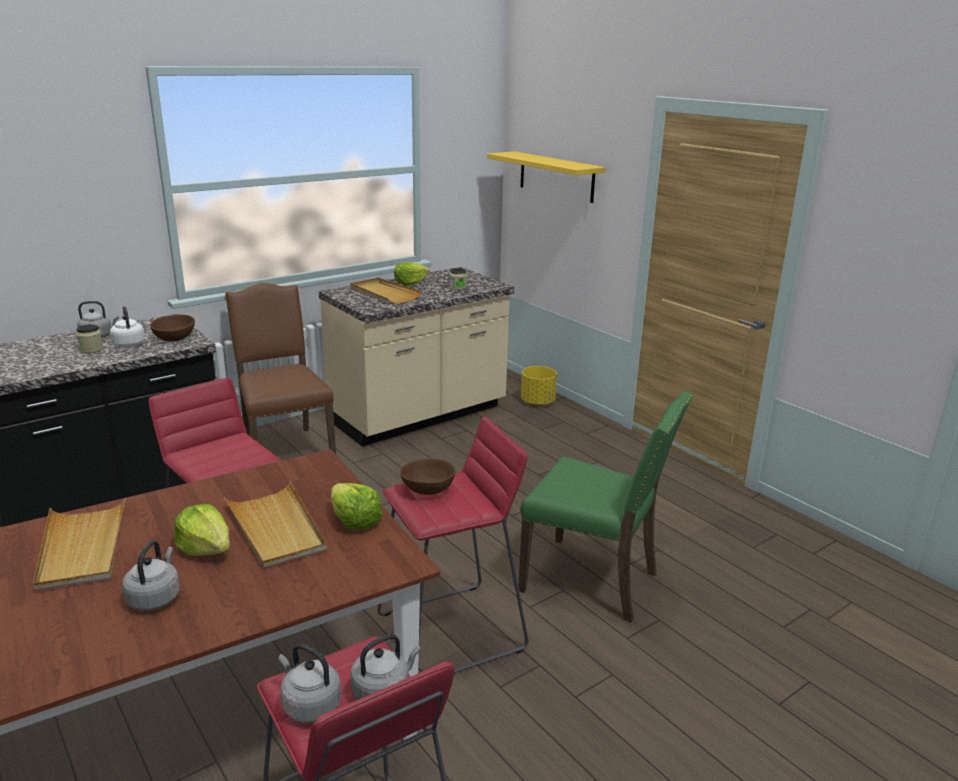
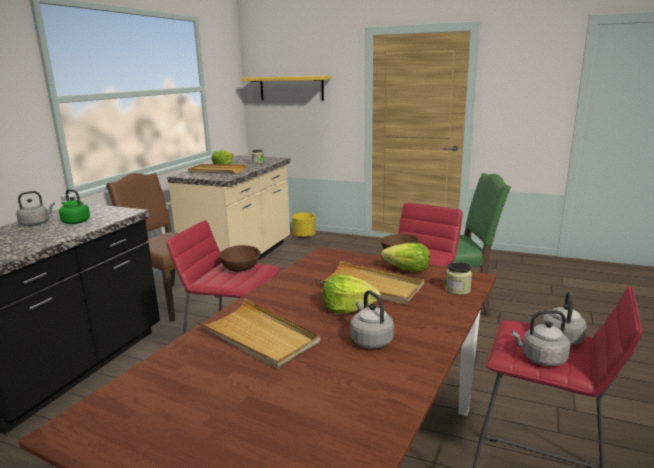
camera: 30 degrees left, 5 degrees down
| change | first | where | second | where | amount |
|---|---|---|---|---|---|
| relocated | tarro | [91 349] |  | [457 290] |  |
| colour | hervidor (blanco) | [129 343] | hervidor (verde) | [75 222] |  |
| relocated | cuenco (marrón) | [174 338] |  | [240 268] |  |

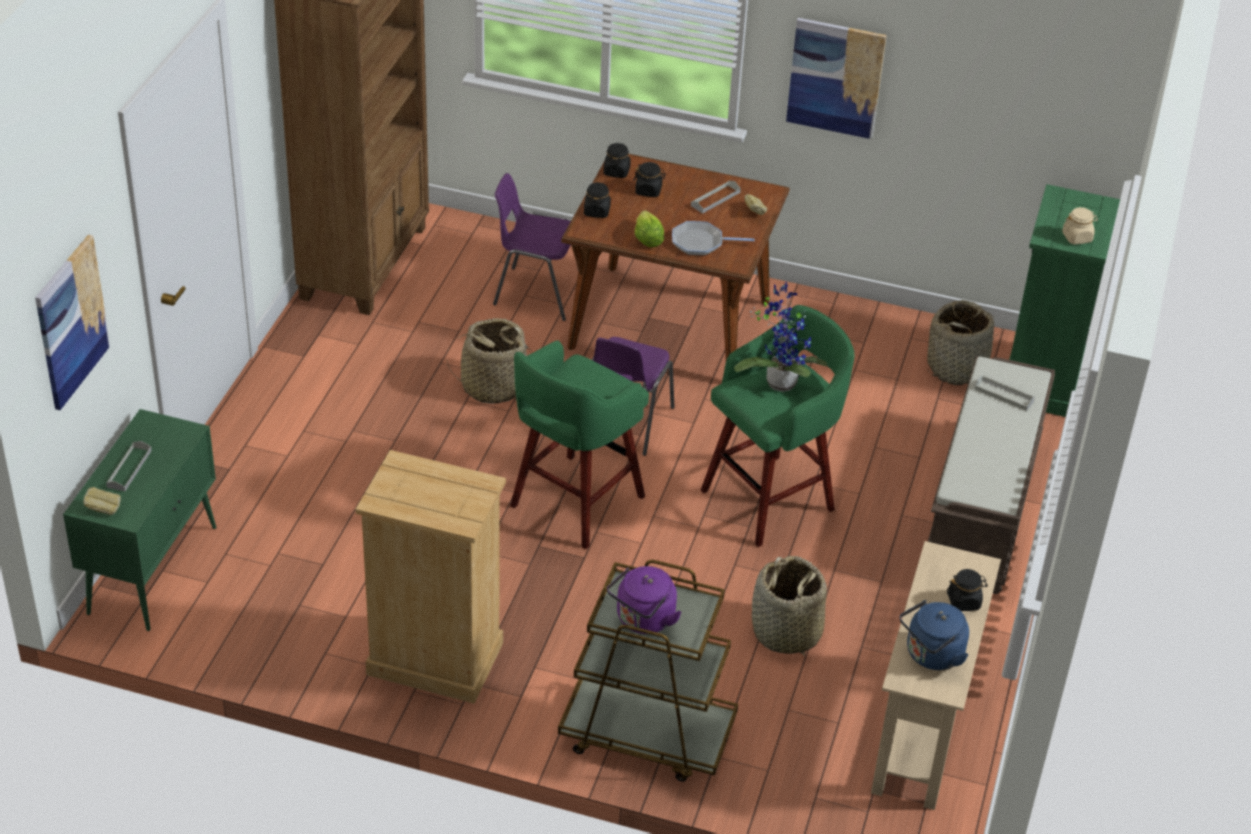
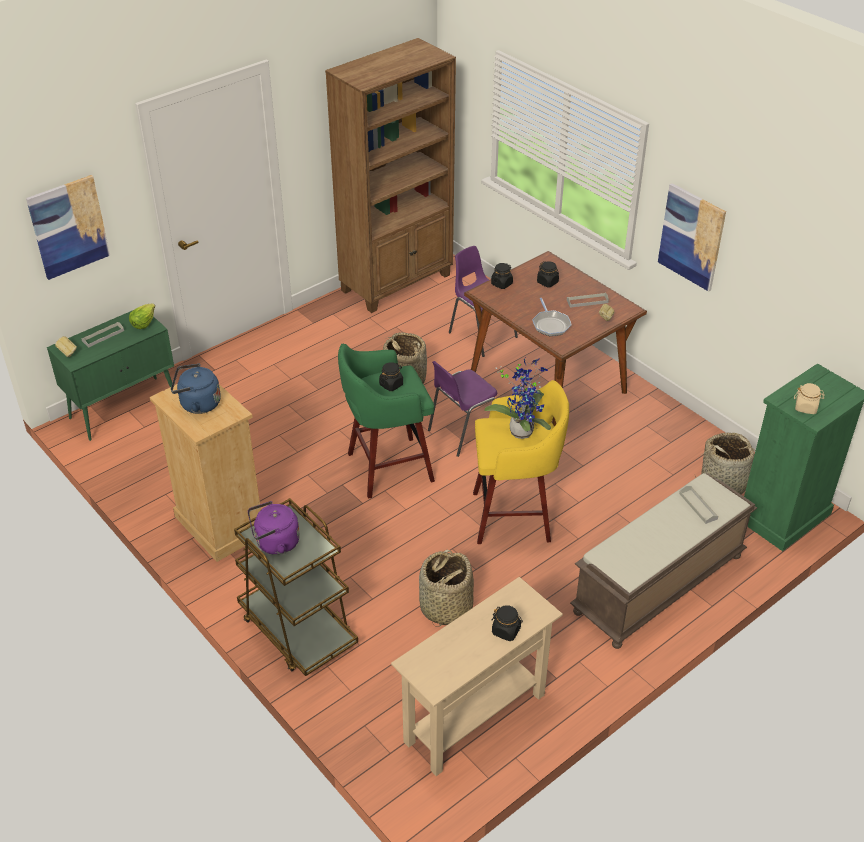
camera: 35 degrees right, 0 degrees up
| change | first | where | second | where | amount |
|---|---|---|---|---|---|
| relocated | tarro (negro) | [616 171] |  | [391 384] |  |
| relocated | lechuga | [647 238] |  | [143 322] |  |
| spun | sartén | [700 243] |  | [550 325] | 135 degrees counterclockwise |
| colour | taburete (verde) | [771 499] | taburete (amarillo) | [514 517] |  |
| relocated | hervidor (azul) | [931 655] |  | [197 404] |  |

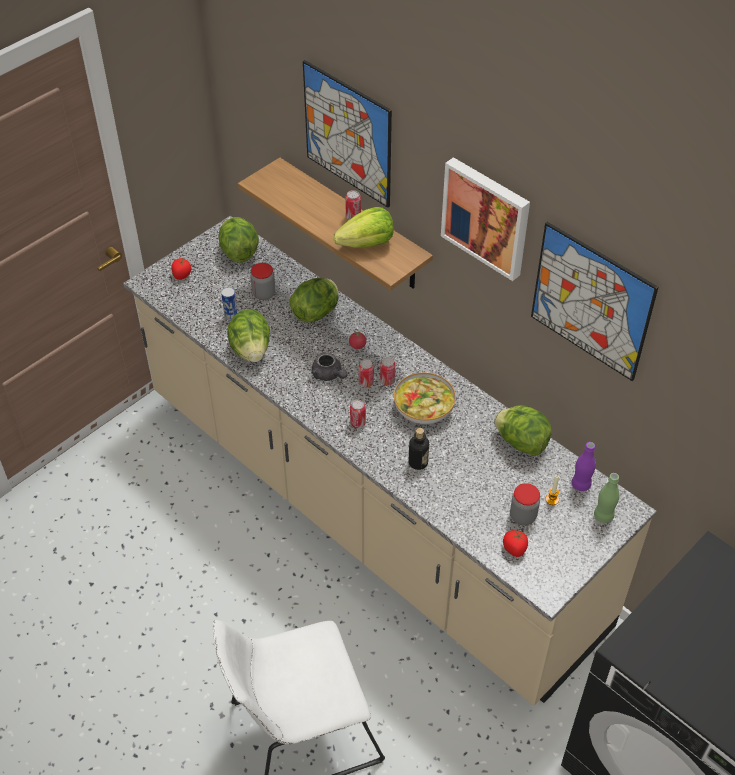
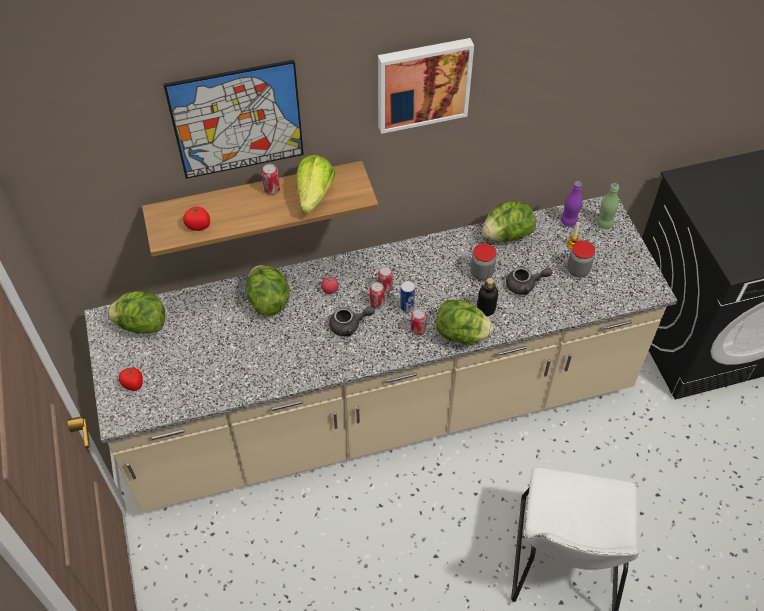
camera: 60 degrees left, 5 degrees up
| change | first | where | second | where | amount |
|---|---|---|---|---|---|
| relocated | lata | [231 316] |  | [407 307] |  |
| relocated | lechuga | [251 350] |  | [461 334] |  |
| relocated | tarro | [264 294] |  | [481 273] |  |
| missing | cuenco | [423 407] |  |  |  |
| relocated | tomate | [514 549] |  | [199 225] |  |
| missing | cuadro | [591 301] |  |  |  |
| appeared |  |  | tetera (gris) | [525 285] |  |

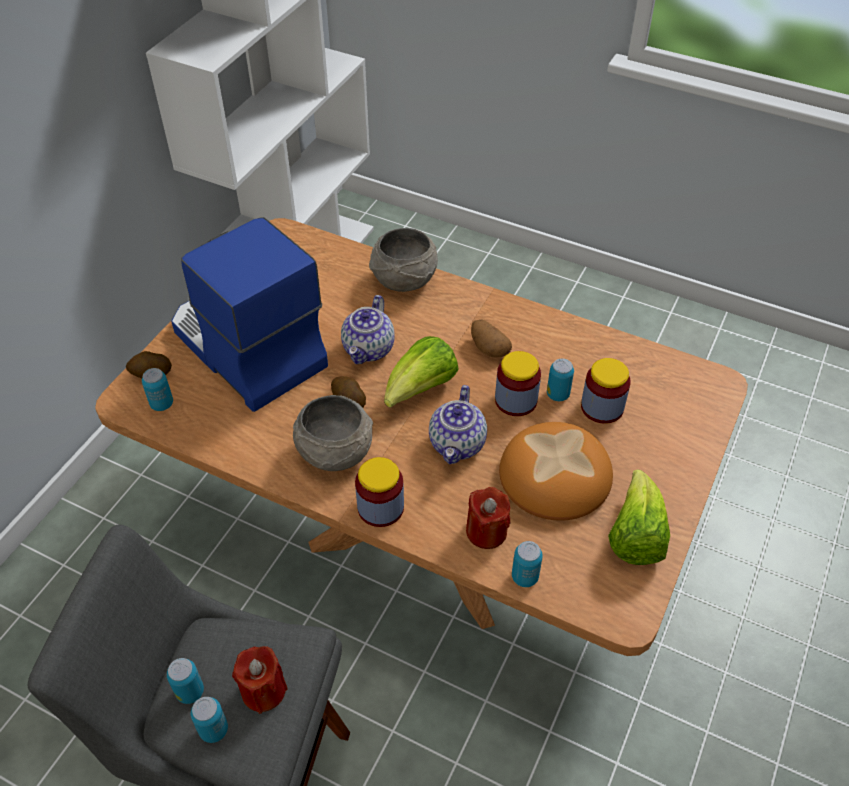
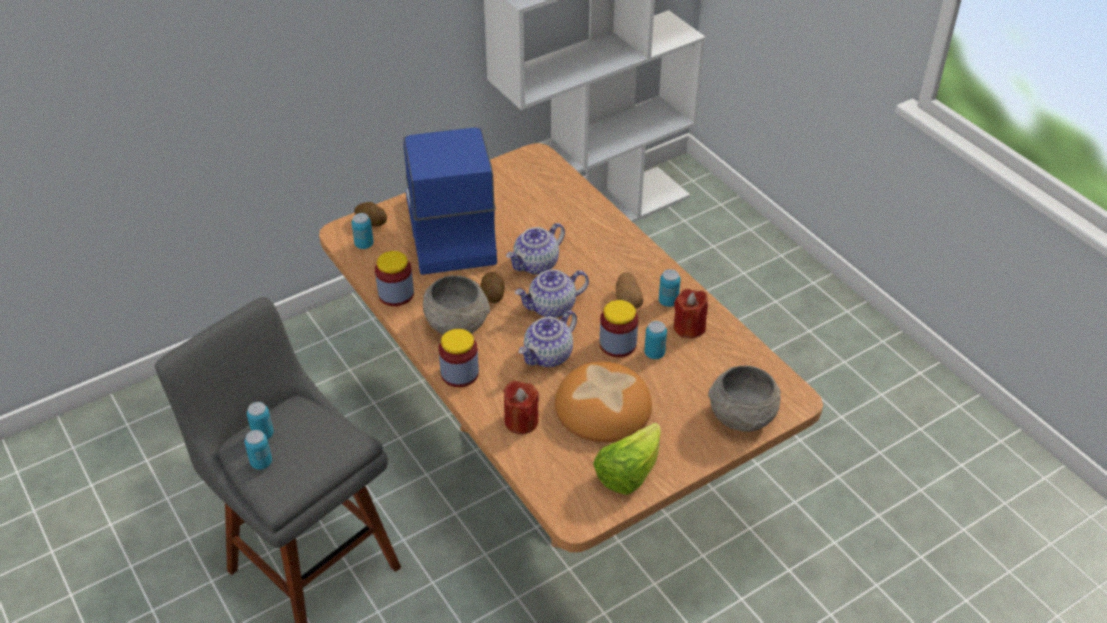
camera: 30 degrees right, 5 degrees down
| change | first | where | second | where | amount |
|---|---|---|---|---|---|
| relocated | vela (rojo) | [263 690] |  | [689 327] |  |
| relocated | cuenco (gris) | [403 280] |  | [741 417] |  |
| exchanged | lechuga | [420 389] | tetera | [552 308] |  |
| relocated | lata | [524 577] |  | [668 301] |  |
| relocated | tarro | [602 407] |  | [396 294] |  |

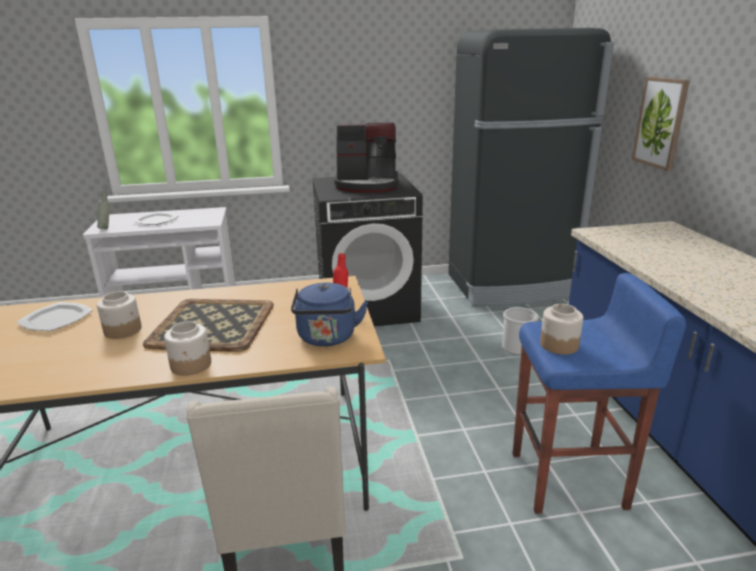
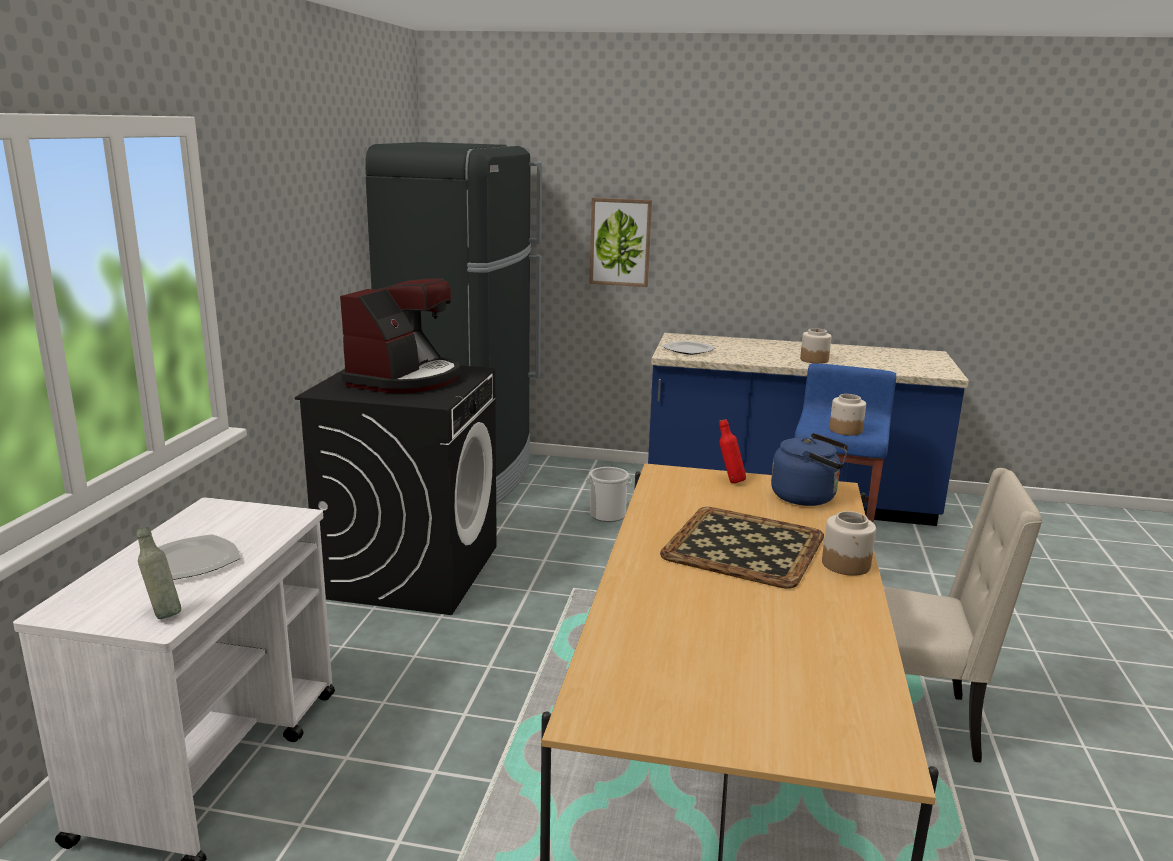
camera: 70 degrees left, 5 degrees down
| change | first | where | second | where | amount |
|---|---|---|---|---|---|
| relocated | plato | [56 319] |  | [689 350] |  |
| relocated | tarro | [123 330] |  | [814 360] |  |

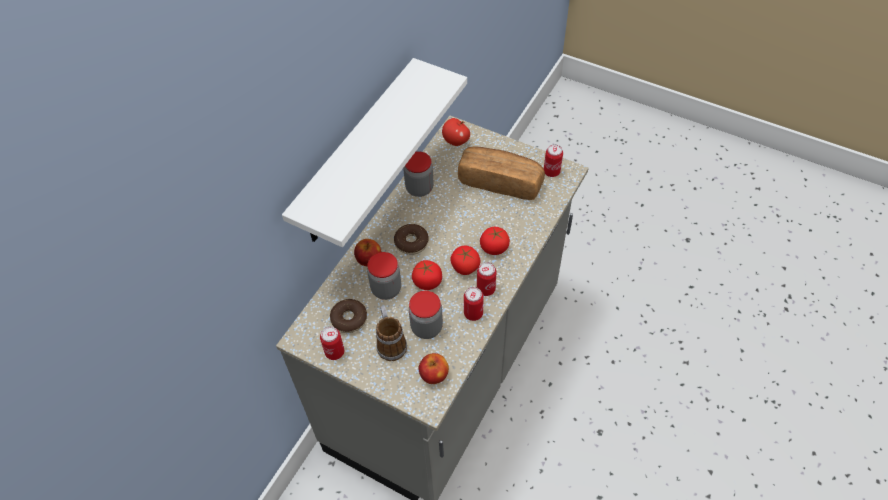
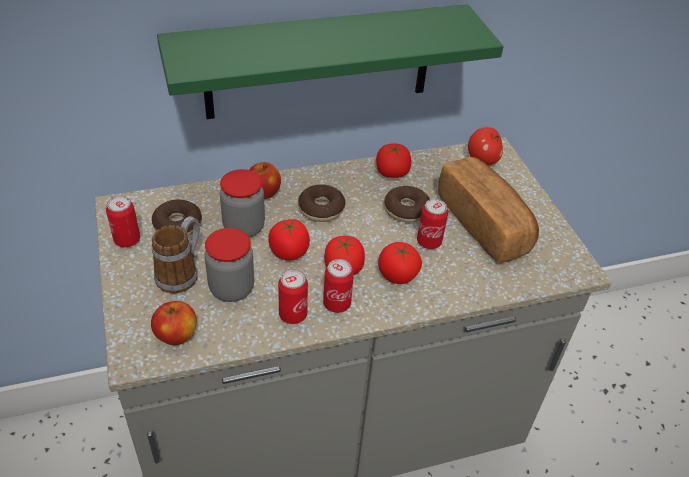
camera: 40 degrees right, 10 degrees down
| change | first | where | second | where | amount |
|---|---|---|---|---|---|
| colour | estante (blanco) | [356 155] | estante (verde) | [319 62] |  |
| exchanged | tarro | [419 188] | tomate | [391 172] |  |
| relocated | lata | [551 171] |  | [429 242] |  |
| appeared |  |  | rosquilla | [406 210] |  |

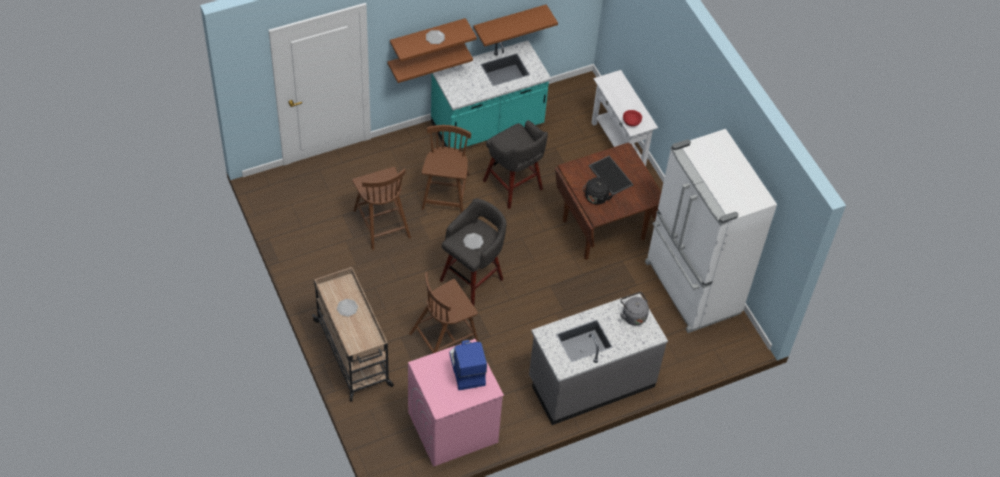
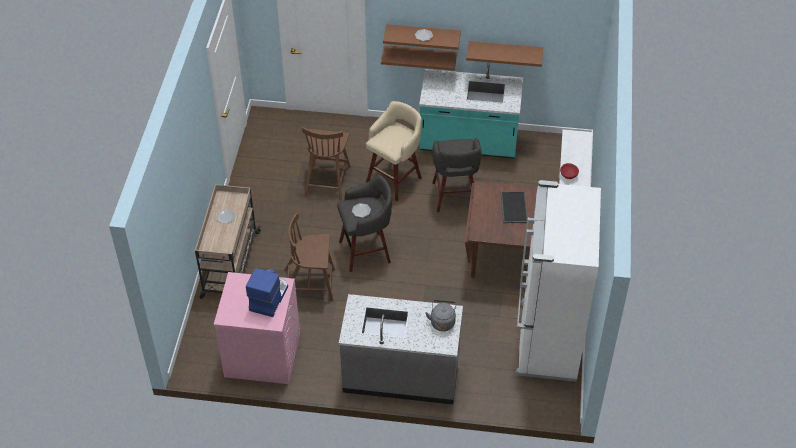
camera: 35 degrees right, 5 degrees down
| change | first | where | second | where | amount |
|---|---|---|---|---|---|
| exchanged | silla (marrón) | [446 193] | taburete (beis) | [395 179] |  |
| missing | hervidor (negro) | [595 198] |  |  |  |

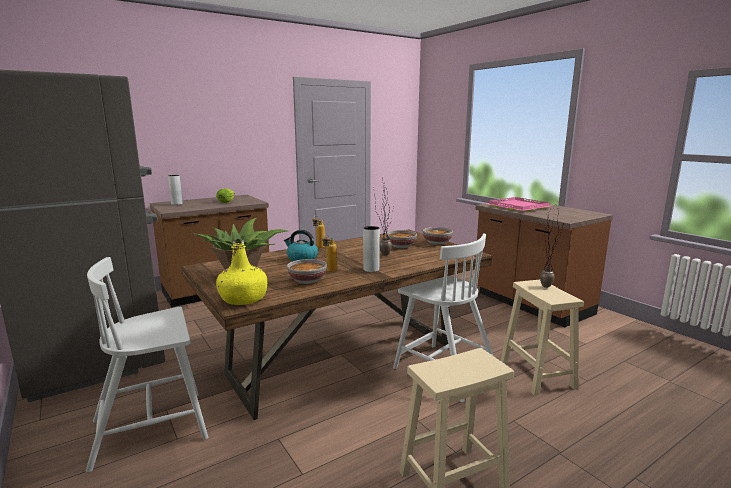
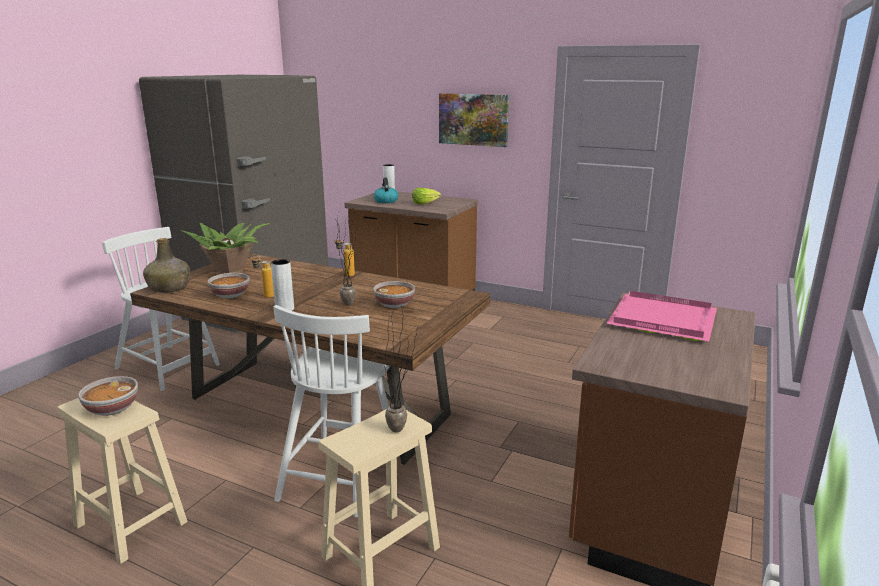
camera: 60 degrees right, 5 degrees up
| change | first | where | second | where | amount |
|---|---|---|---|---|---|
| colour | botella (amarillo) | [243 299] | botella (verde) | [170 288] |  |
| relocated | hervidor | [301 258] |  | [385 201] |  |
| relocated | cuenco | [437 243] |  | [111 409] |  |
| appeared |  |  | cuadro | [473 119] |  |

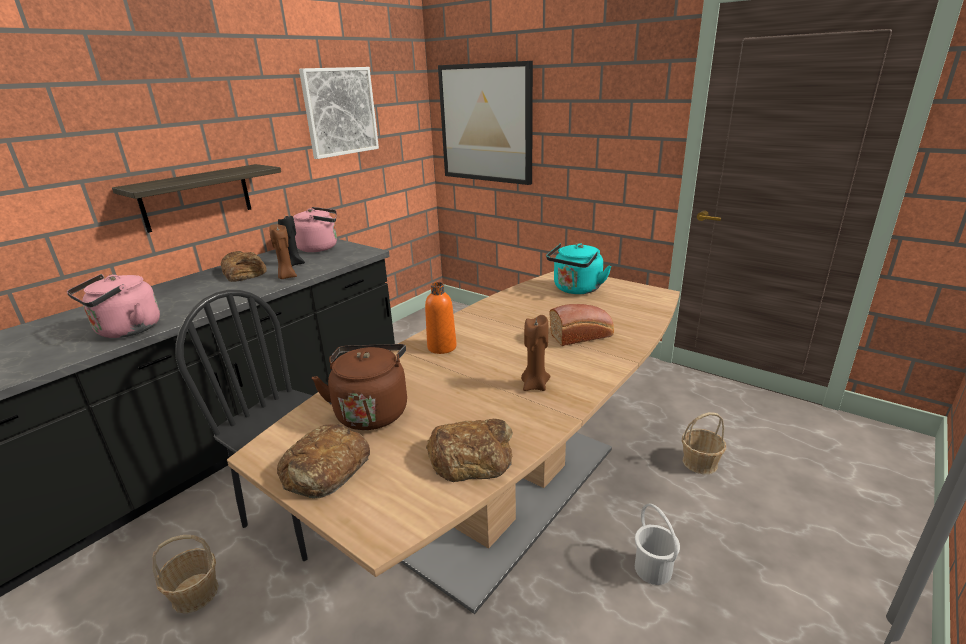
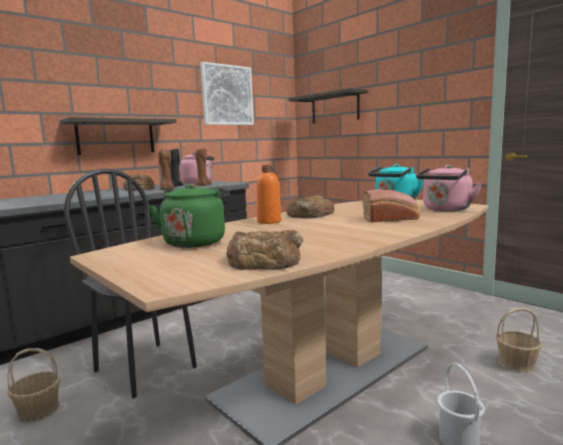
camera: 10 degrees right, 15 degrees down
| change | first | where | second | where | amount |
|---|---|---|---|---|---|
| relocated | hervidor (rosa) | [125 331] |  | [445 209] |  |
| relocated | pan | [325 469] |  | [310 214] |  |
| colour | hervidor (marrón) | [372 411] | hervidor (verde) | [195 242] |  |
| exchanged | cuadro | [486 123] | estante | [335 108] |  |
| relocated | vela (marrón) | [534 385] |  | [202 185] |  |

